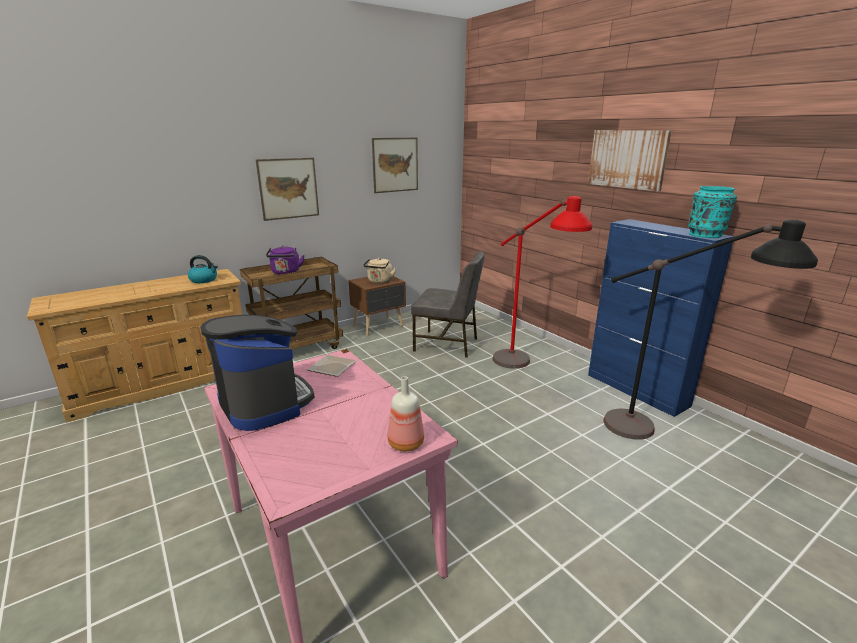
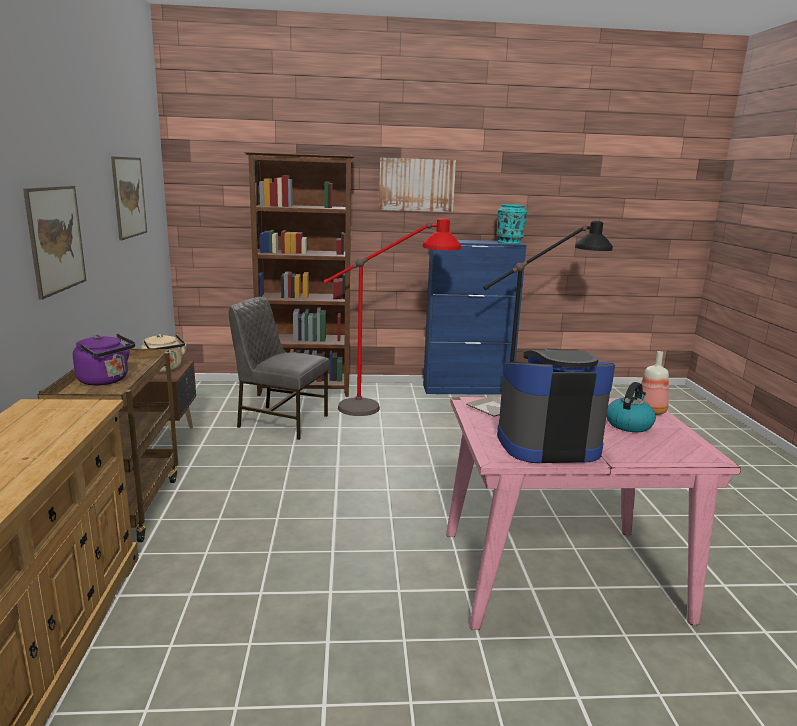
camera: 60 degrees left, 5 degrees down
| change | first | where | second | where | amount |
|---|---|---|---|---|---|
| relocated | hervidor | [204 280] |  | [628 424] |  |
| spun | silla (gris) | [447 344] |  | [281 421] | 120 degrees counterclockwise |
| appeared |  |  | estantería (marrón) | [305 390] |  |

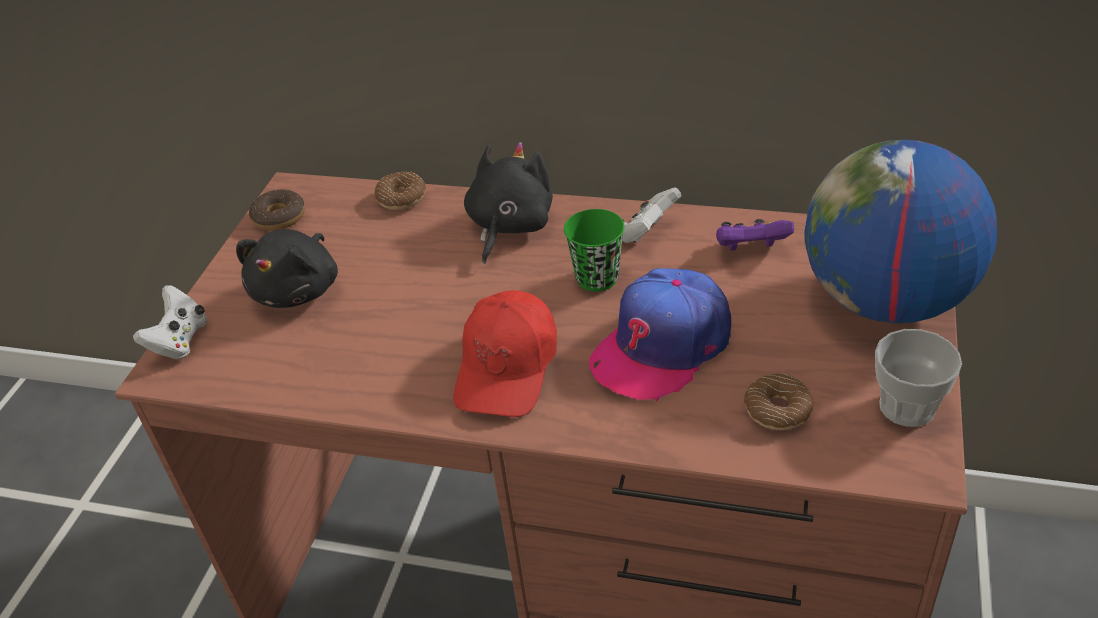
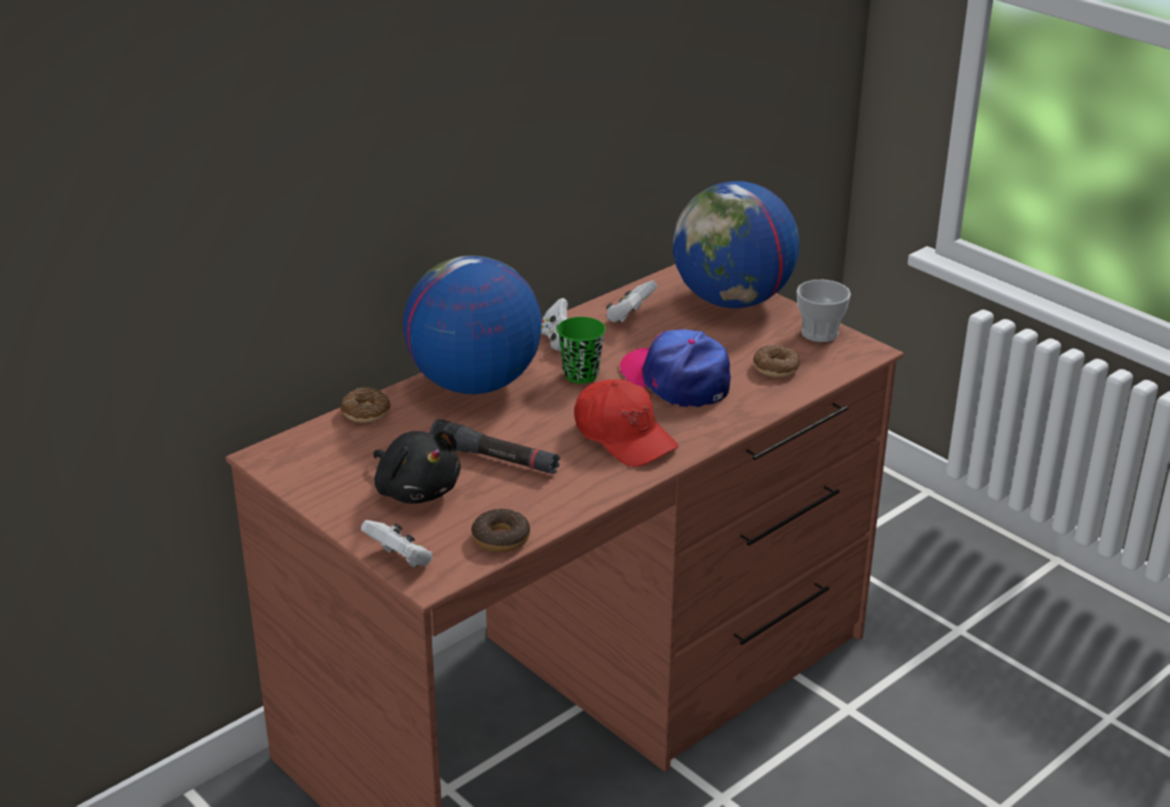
camera: 60 degrees left, 10 degrees down
| change | first | where | second | where | amount |
|---|---|---|---|---|---|
| relocated | rosquilla | [279 217] |  | [501 538] |  |
| exchanged | peluche (negro) | [509 226] | globo terráqueo | [474 384] |  |
| spun | gorra | [662 346] |  | [676 379] | 150 degrees clockwise |
| colour | mando de consola (morado) | [751 249] | mando de consola (blanco) | [629 317] |  |
| appeared |  |  | linterna (negro) | [495 459] |  |

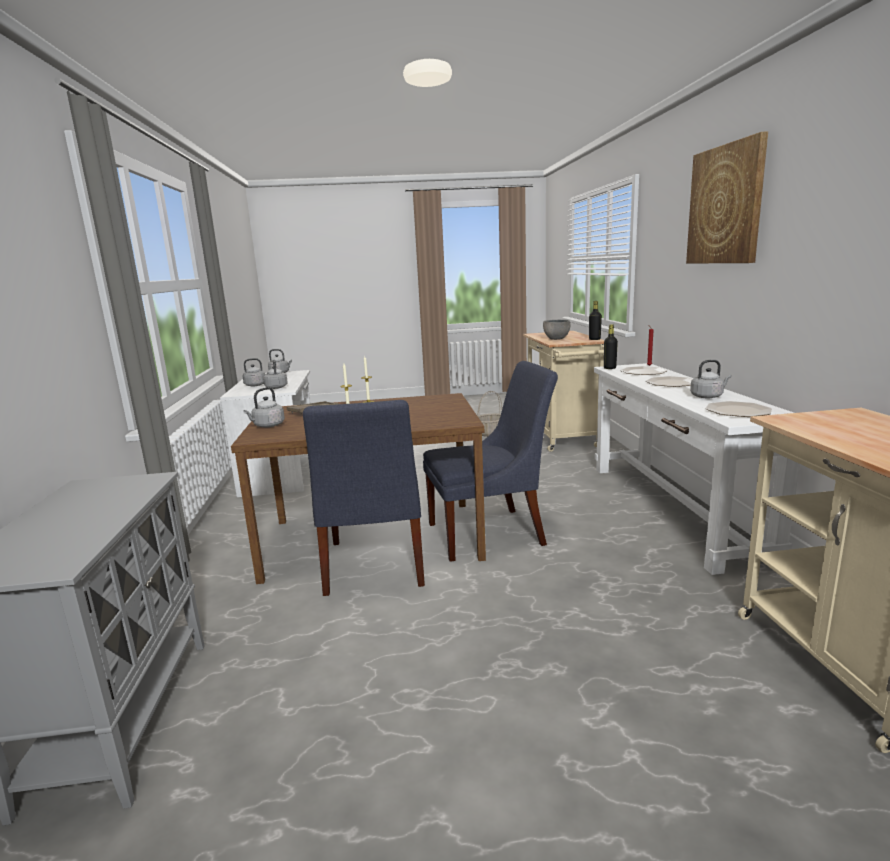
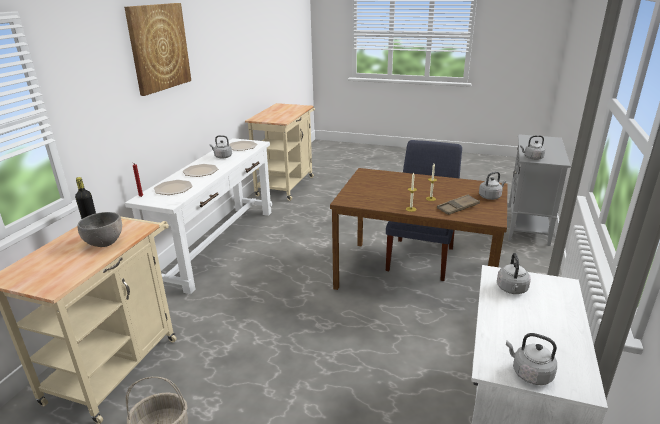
camera: 155 degrees left, 10 degrees up
| change | first | where | second | where | amount |
|---|---|---|---|---|---|
| relocated | hervidor (gris) | [257 385] |  | [532 158] |  |
| missing | silla (azul) | [491 533] |  |  |  |
| missing | botella (negro) | [609 368] |  |  |  |

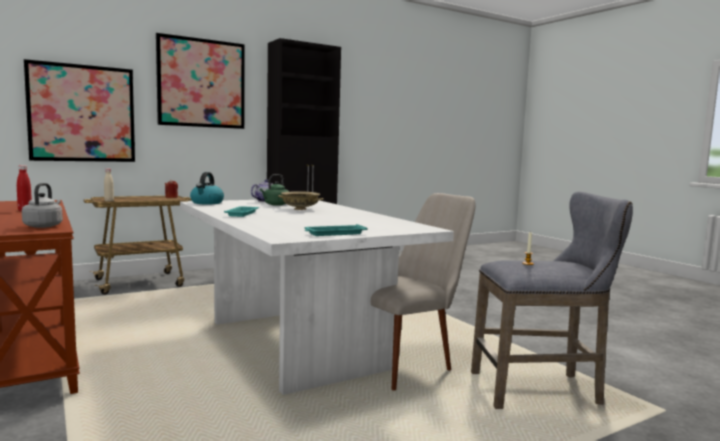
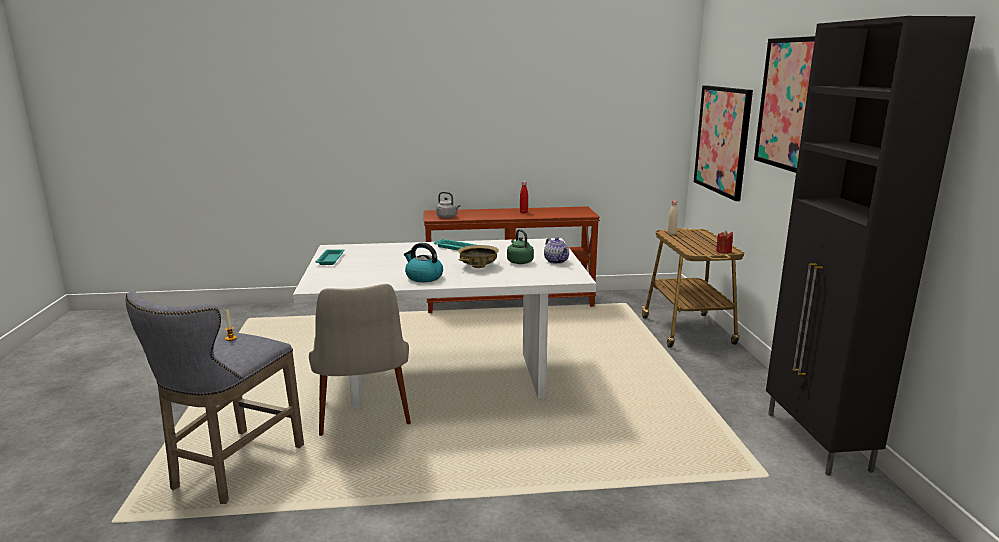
camera: 115 degrees right, 10 degrees up
| change | first | where | second | where | amount |
|---|---|---|---|---|---|
| relocated | hervidor | [207 203] |  | [423 277] |  |

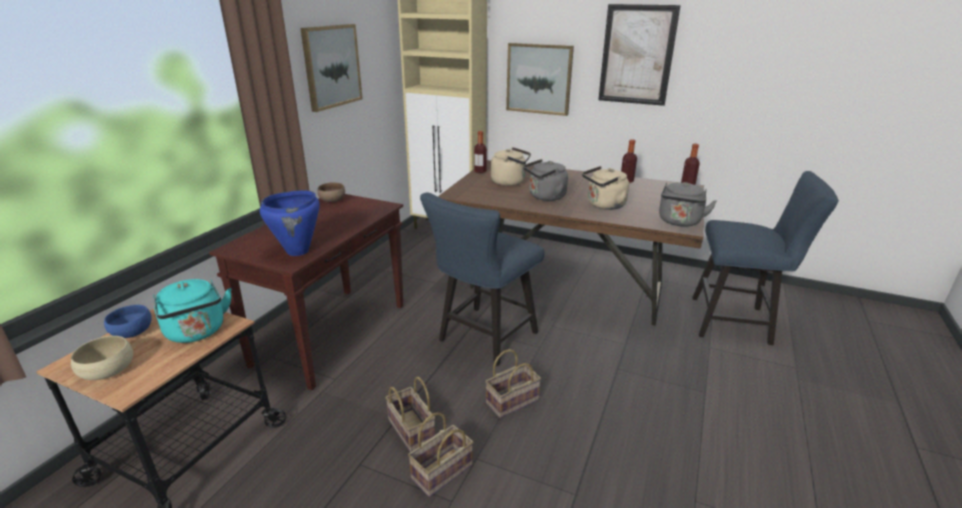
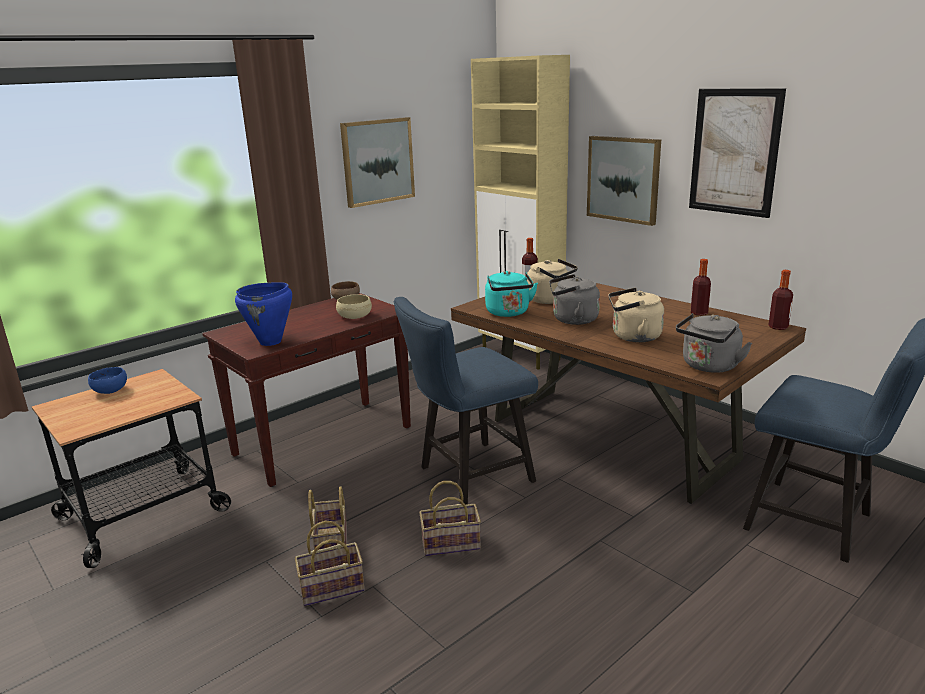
camera: 25 degrees right, 5 degrees down
| change | first | where | second | where | amount |
|---|---|---|---|---|---|
| relocated | cuenco (beis) | [108 369] |  | [355 316] |  |
| relocated | hervidor (turquesa) | [197 332] |  | [509 313] |  |

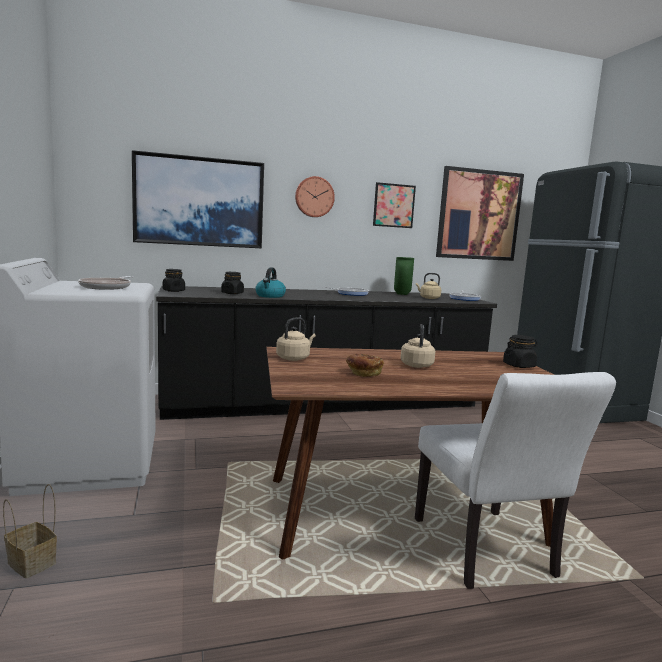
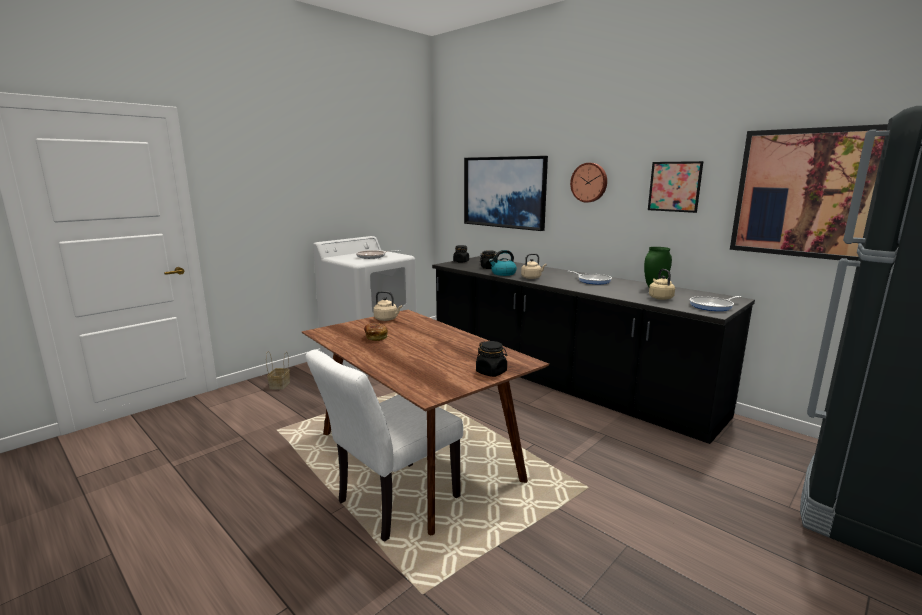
camera: 60 degrees right, 5 degrees up
| change | first | where | second | where | amount |
|---|---|---|---|---|---|
| relocated | hervidor (beis) | [416 365] |  | [532 278] |  |

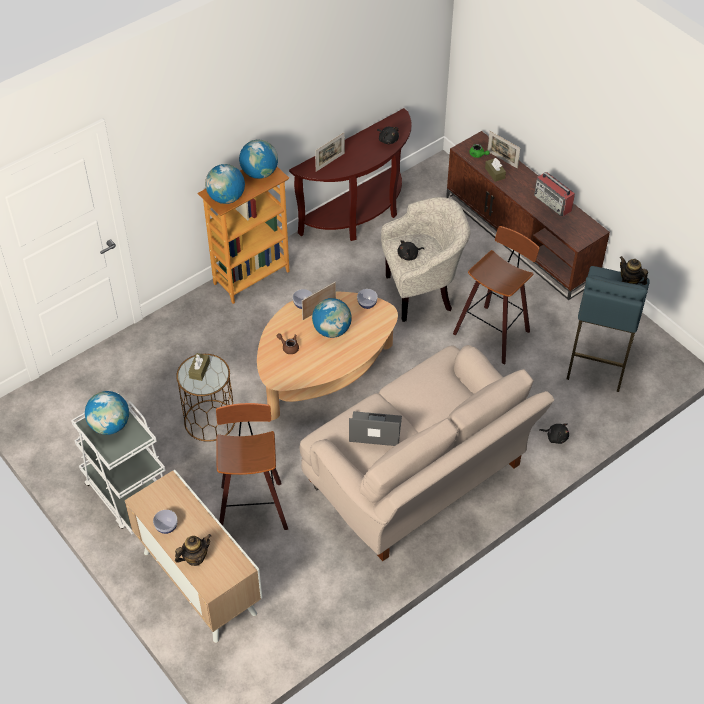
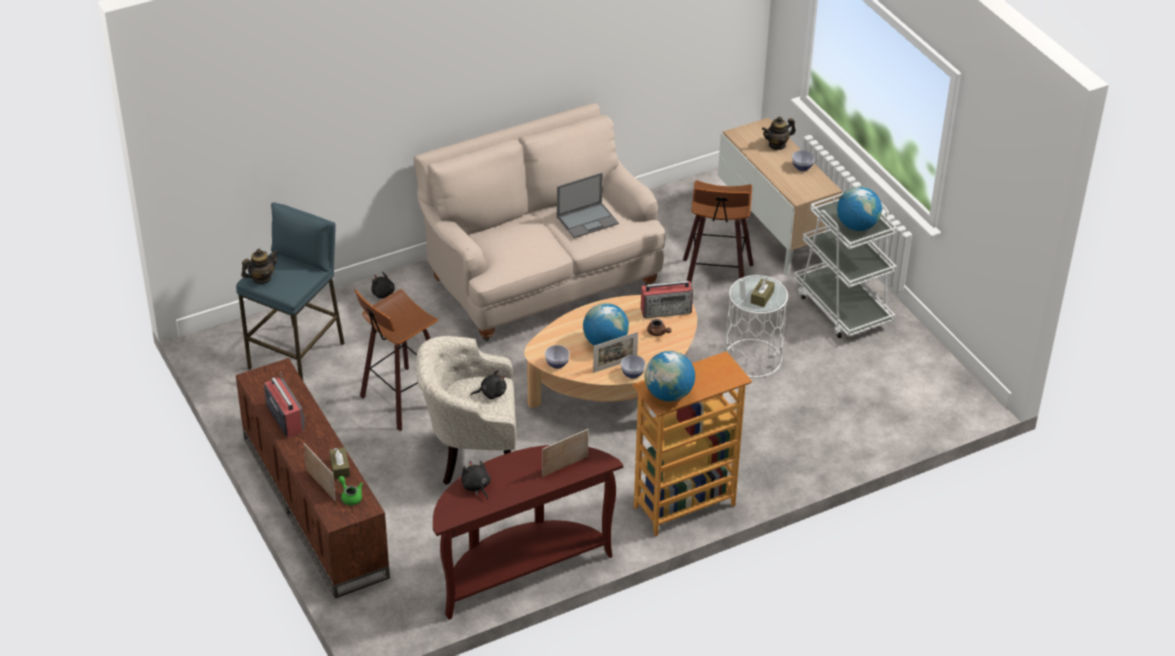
camera: 170 degrees left, 10 degrees down
| change | first | where | second | where | amount |
|---|---|---|---|---|---|
| colour | mesa auxiliar (marrón) | [209 421] | mesa auxiliar (blanco) | [753 358] |  |
| missing | globo terráqueo | [226 198] |  |  |  |
| spun | portátil | [374 429] |  | [588 220] | 45 degrees counterclockwise |
| spun | tetera | [630 282] |  | [261 278] | 90 degrees counterclockwise |
| appeared |  |  | radio | [667 310] |  |

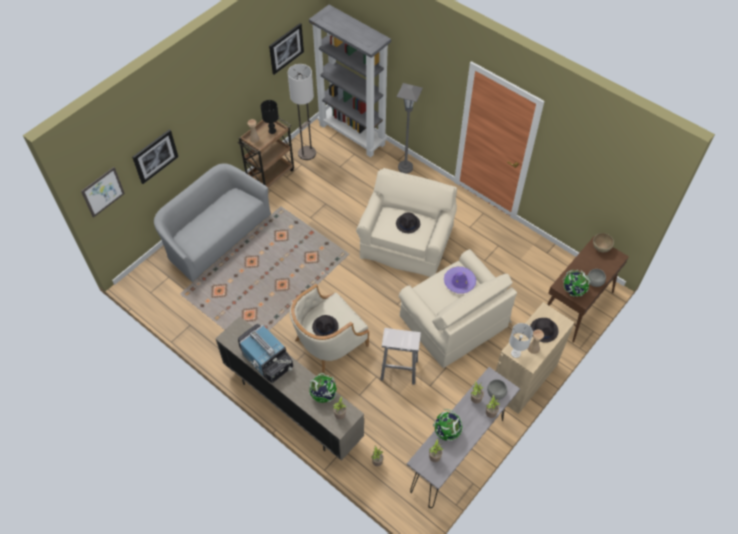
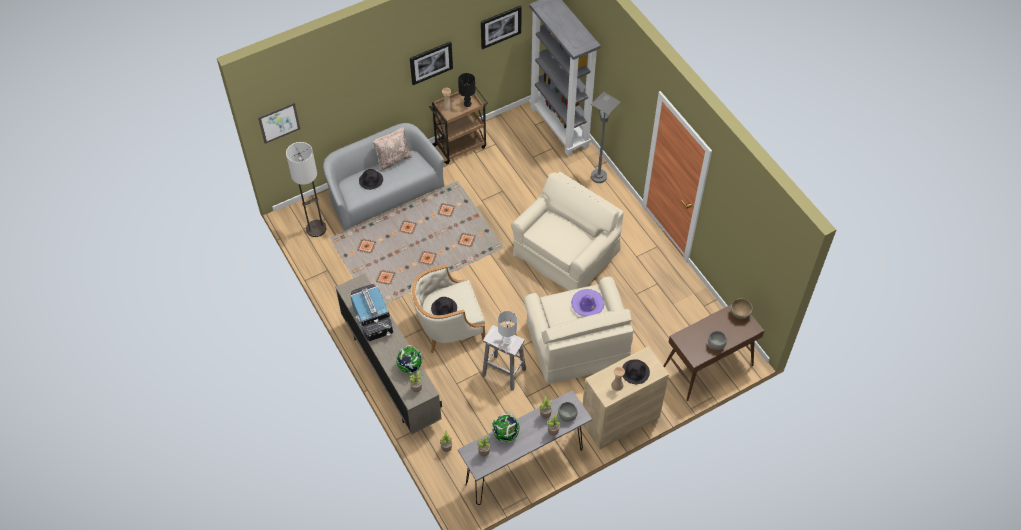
camera: 20 degrees right, 0 degrees up
| change | first | where | second | where | amount |
|---|---|---|---|---|---|
| relocated | cuadro | [155 156] |  | [431 62] |  |
| relocated | lámpara de pie | [307 153] |  | [316 229] |  |
| relocated | sombrero (negro) | [408 224] |  | [371 180] |  |
| relocated | lámpara de mesa (blanco) | [516 353] |  | [507 340] |  |
| missing | globo terráqueo | [573 290] |  |  |  |
| appeared |  |  | cojín (beis) | [393 159] |  |

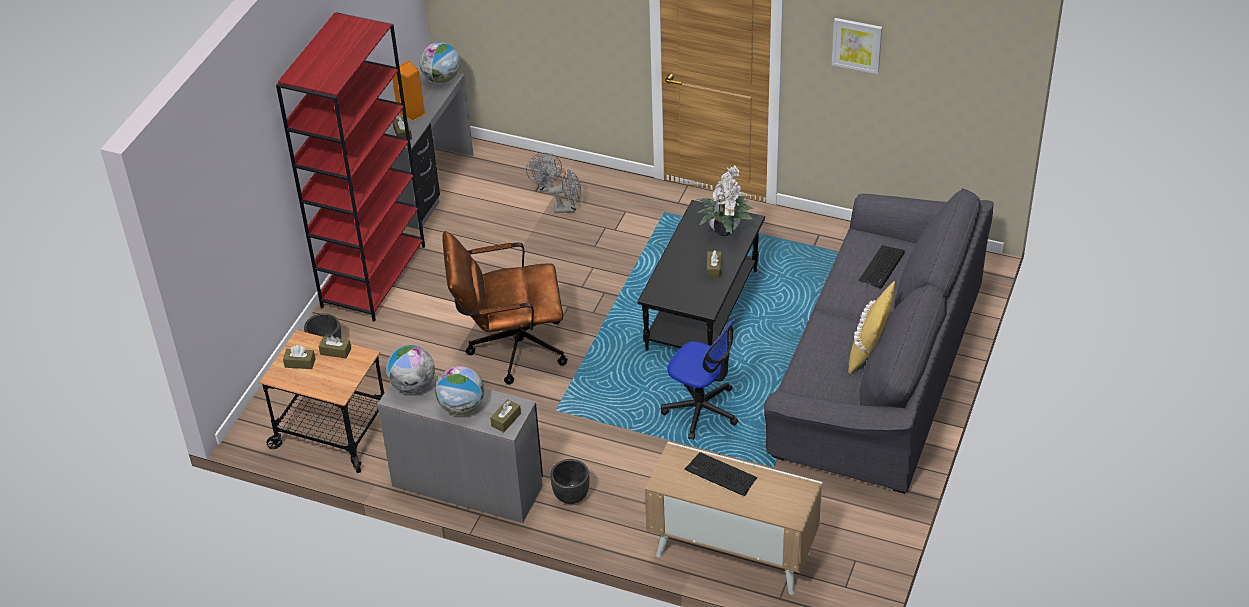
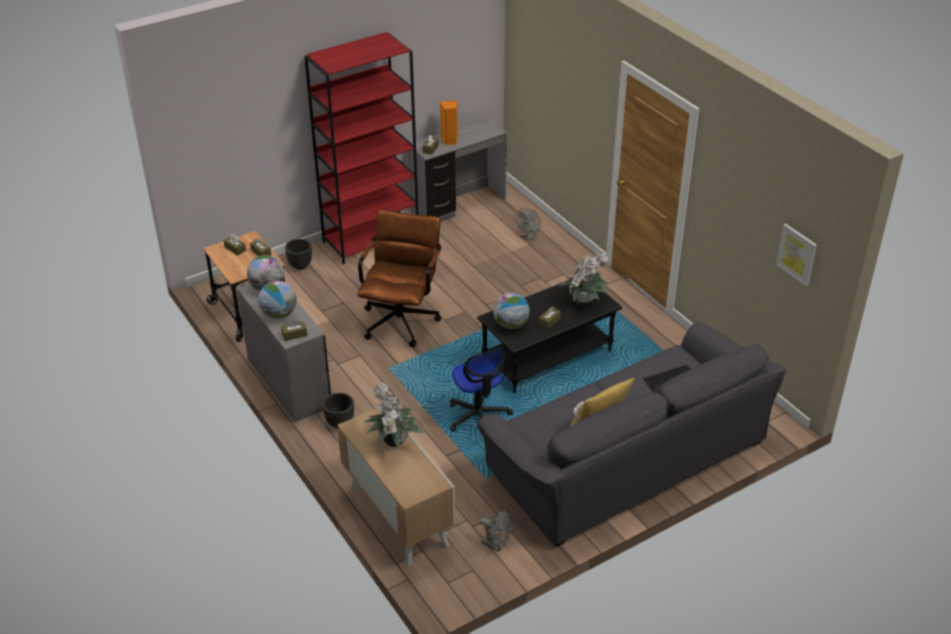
camera: 35 degrees right, 5 degrees down
| change | first | where | second | where | amount |
|---|---|---|---|---|---|
| relocated | globo terráqueo | [441 78] |  | [511 325] |  |
| spun | silla de oficina (marrón) | [509 348] |  | [402 318] | 75 degrees clockwise |
| relocated | ventilador (gris) | [568 208] |  | [496 545] |  |
| exchanged | teclado | [721 475] | planta en maceta | [393 443] |  |
| relocated | cuadro | [857 45] |  | [797 254] |  |

